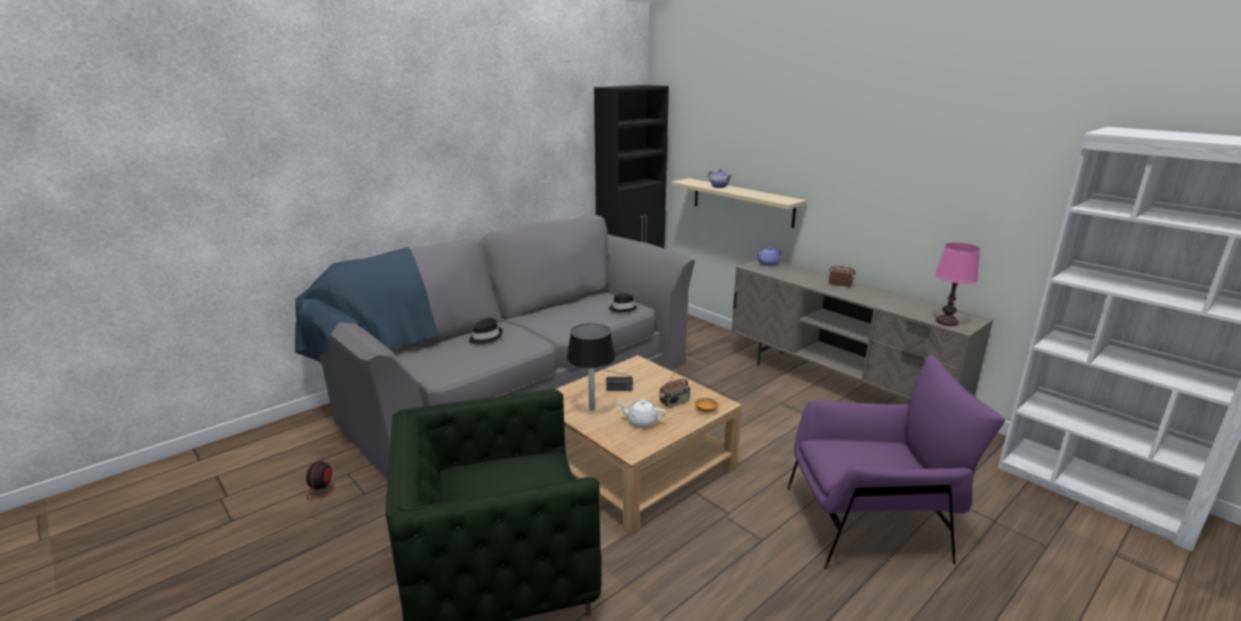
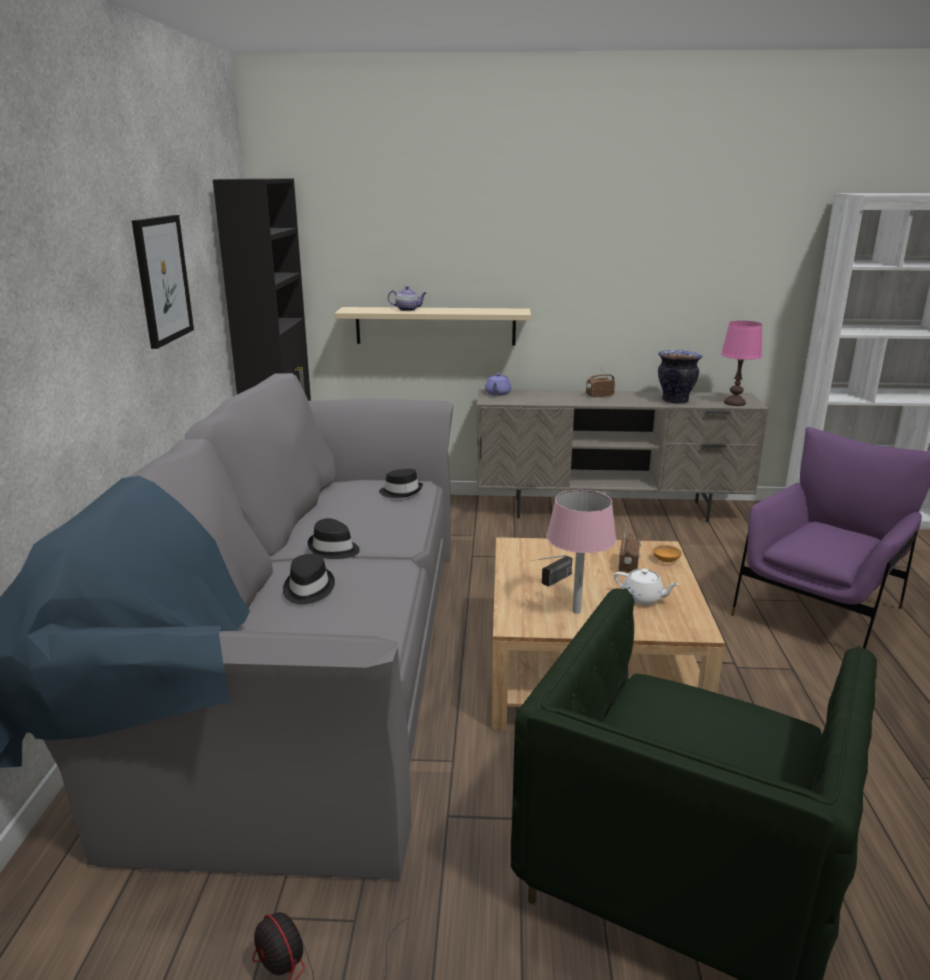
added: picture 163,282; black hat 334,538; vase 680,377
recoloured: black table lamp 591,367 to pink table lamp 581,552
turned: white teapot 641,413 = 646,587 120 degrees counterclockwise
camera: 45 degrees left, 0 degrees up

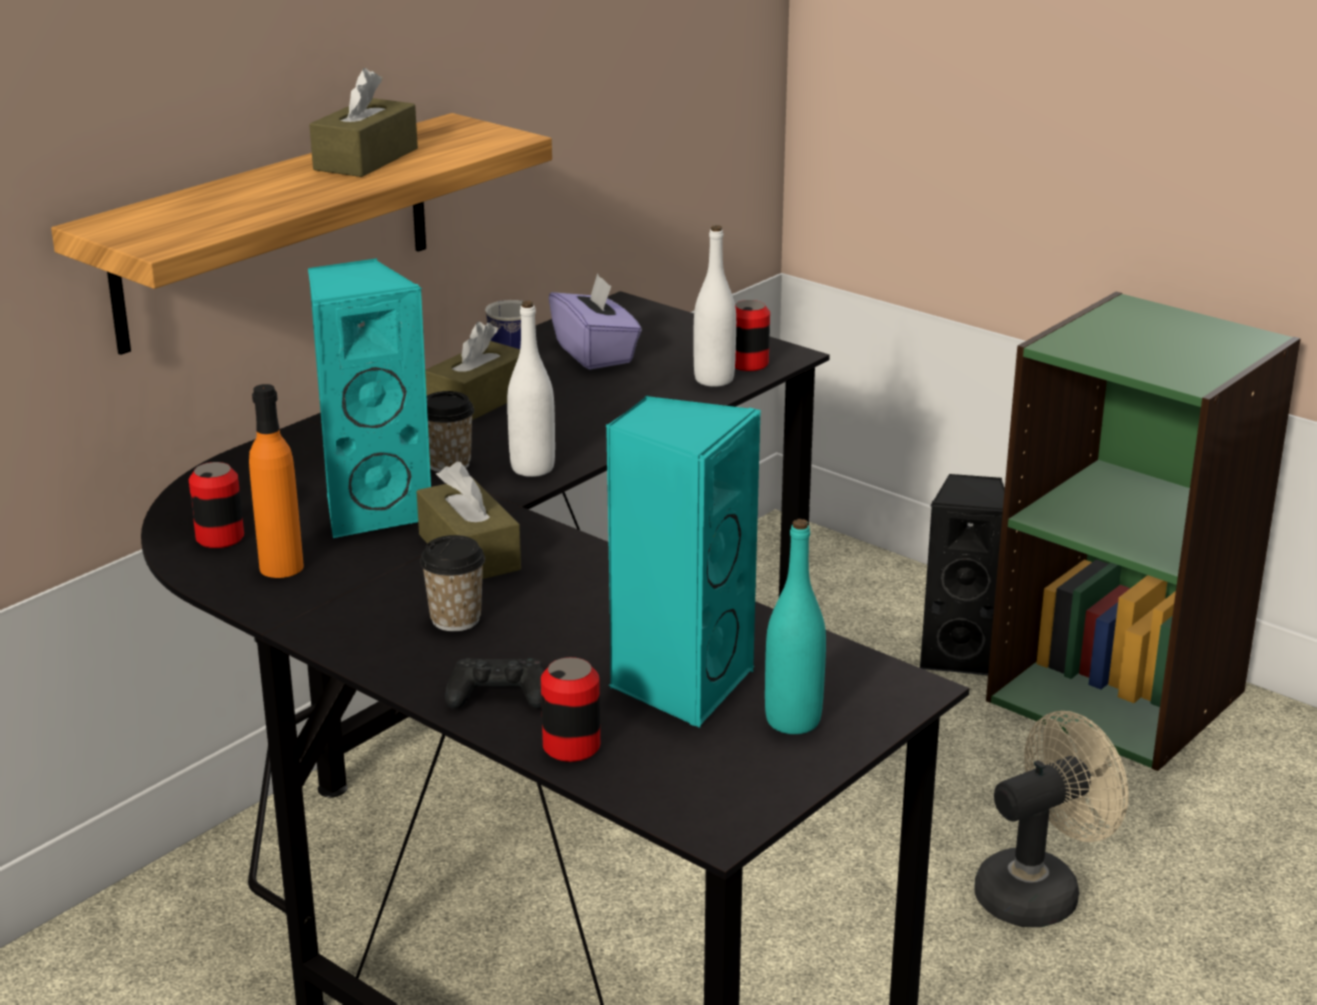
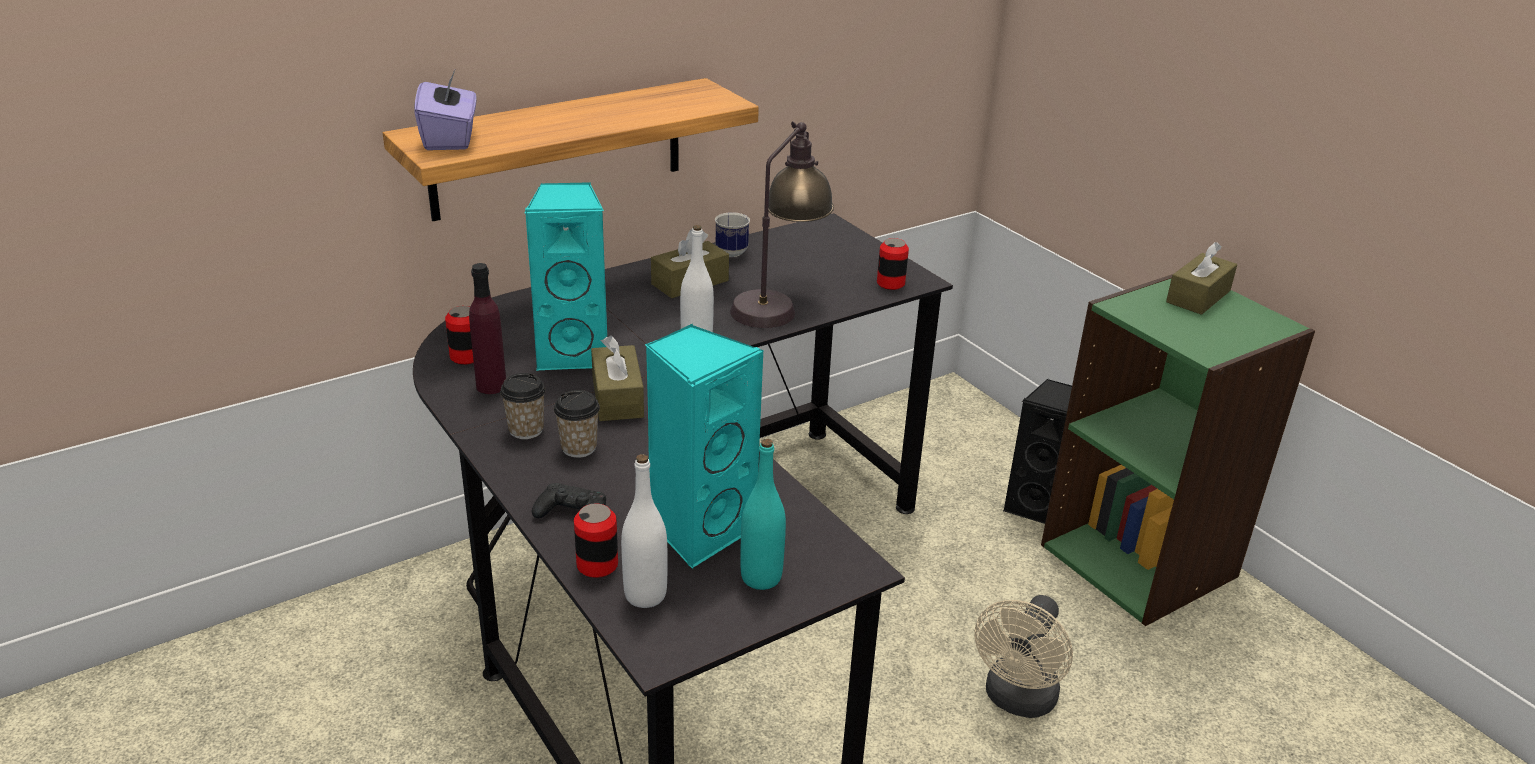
added: table lamp 782,224
moved: brown tissue box 363,122 to 1201,278; cup 450,431 to 523,406; purple tissue box 595,321 to 445,110; white bottle 715,306 to 644,531
recoloured: orange bottle 276,481 to purple bottle 487,328
turned: beige fan 1051,819 = 1023,656 135 degrees clockwise
camera: 15 degrees right, 5 degrees up

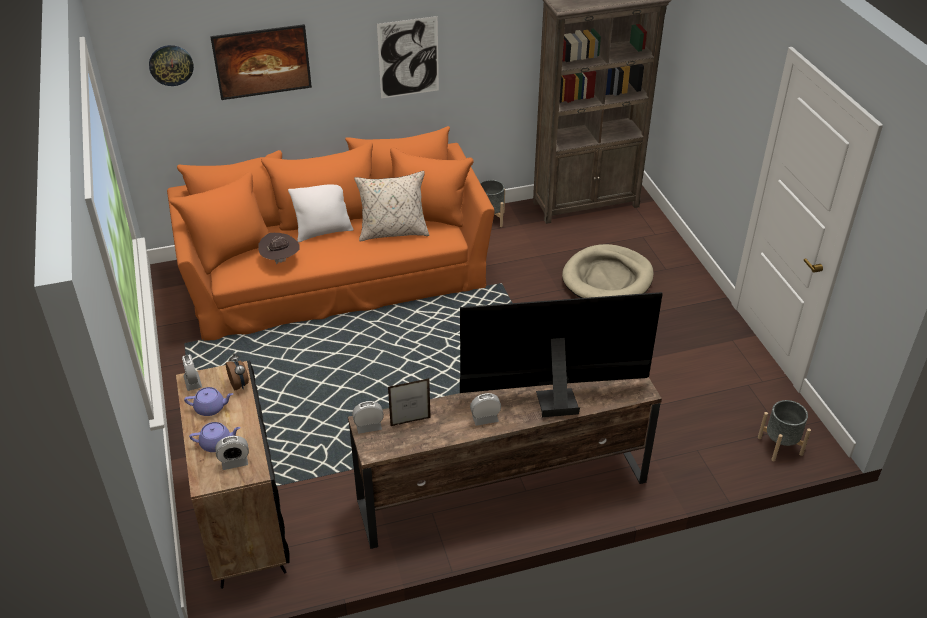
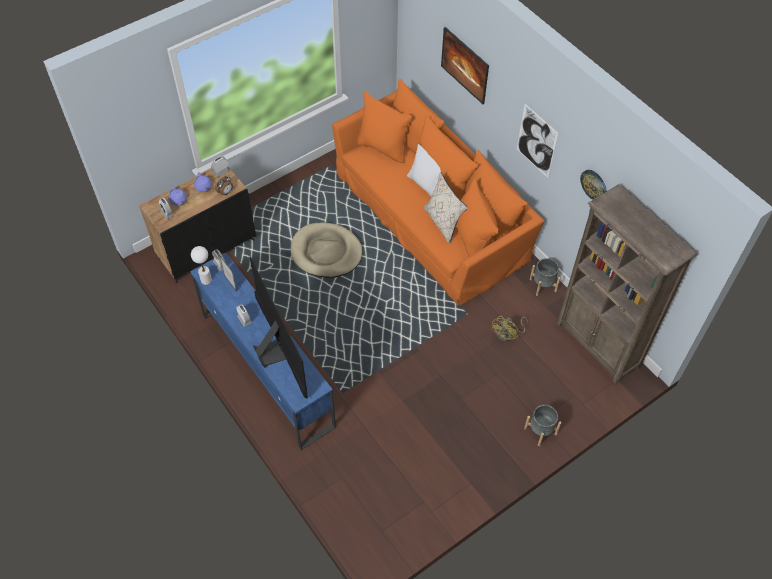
removed: brown hat 279,248
added: white table lamp 201,265; yellow fan 509,328
moved: wall clock 171,65 to 593,185; beige dog bed 608,271 to 326,250; grey planter 784,431 to 542,425
recoloured: brown tv stand 505,463 to blue tv stand 263,351
camera: 70 degrees right, 15 degrees up

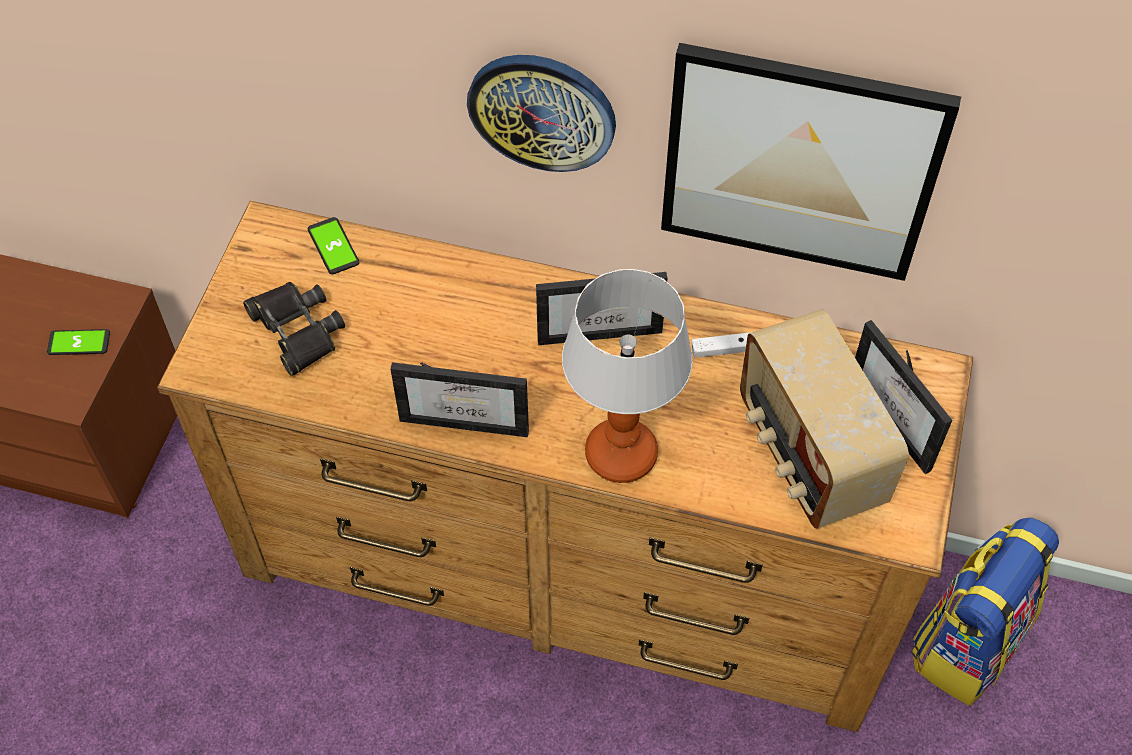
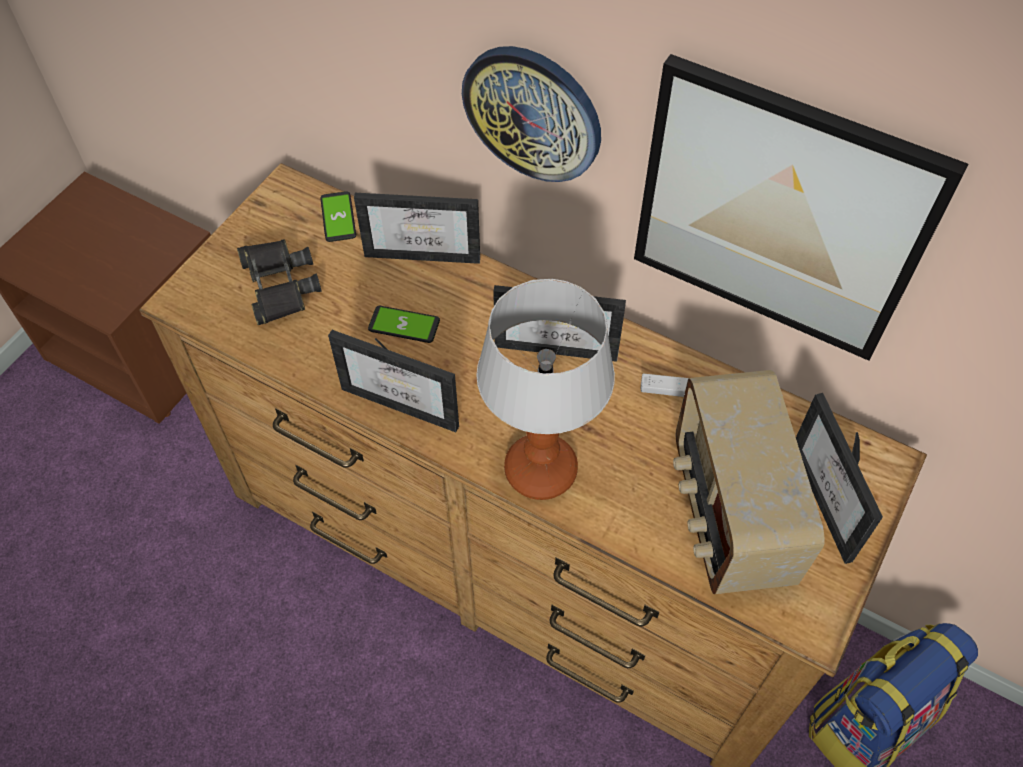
added: picture frame 417,228
moved: phone 78,342 to 404,324
camera: 15 degrees right, 0 degrees up

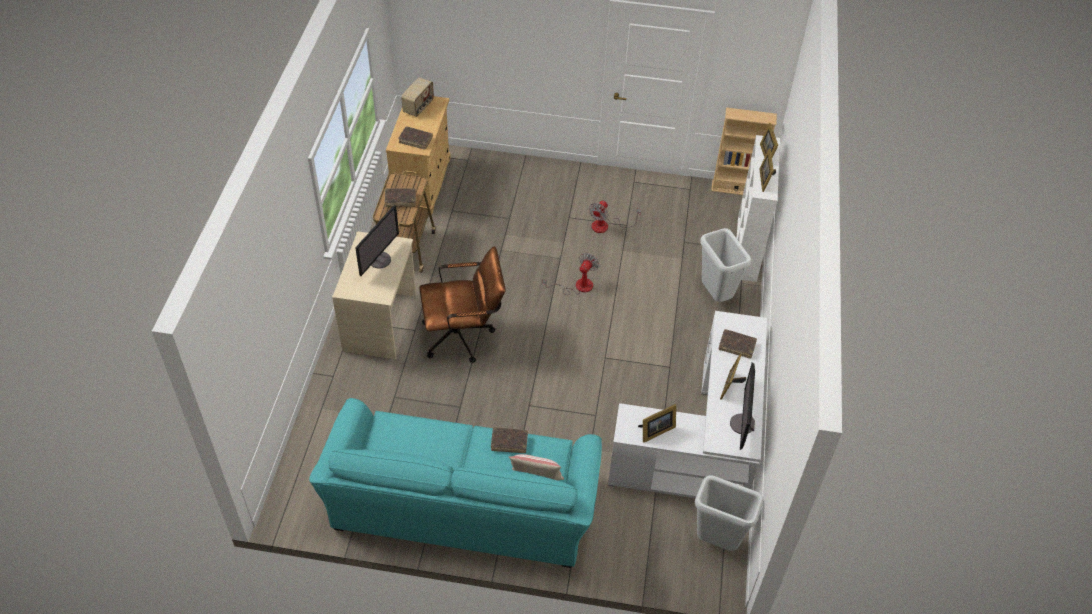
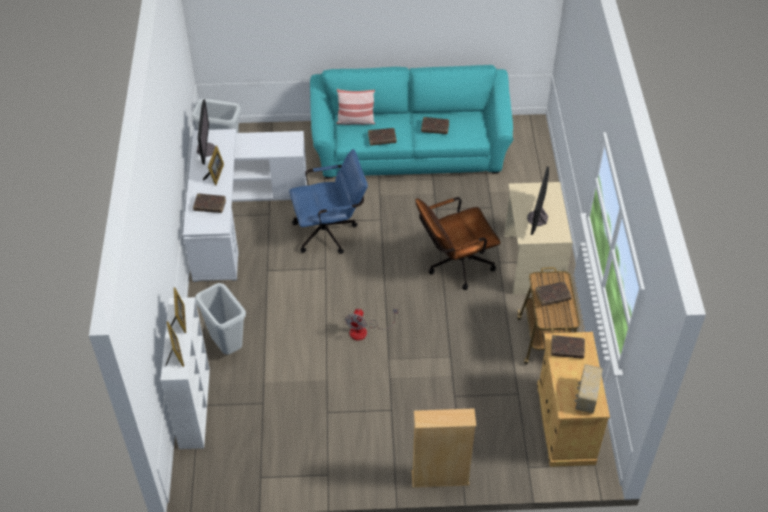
removed: fan 615,217; picture frame 657,423
added: blue office chair 328,201; brown book 435,125
moved: beige bookcase 744,151 to 444,448
camera: 170 degrees right, 0 degrees up

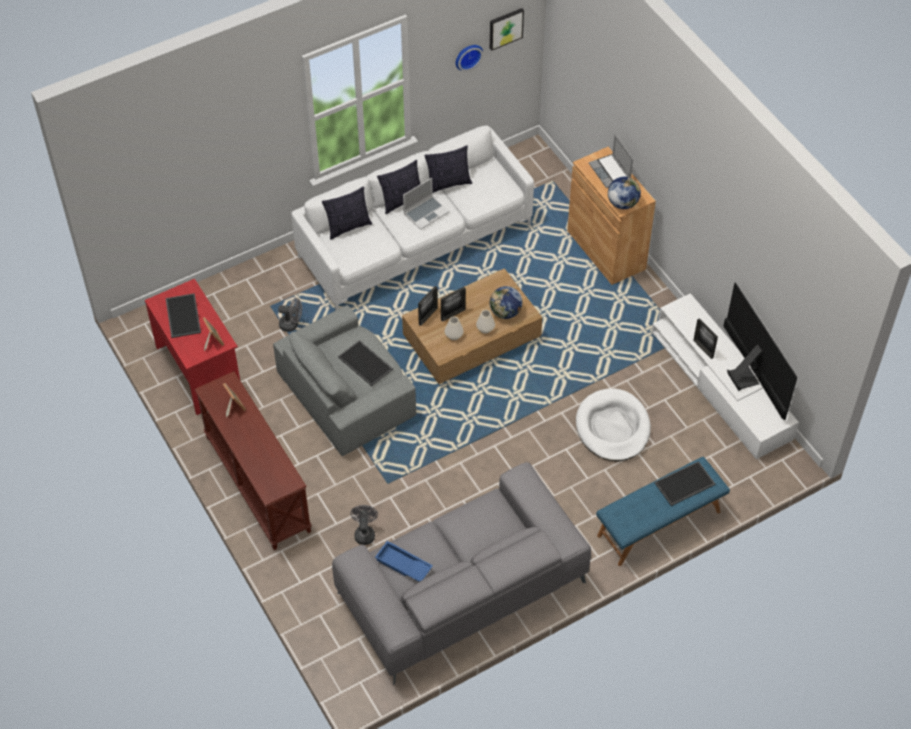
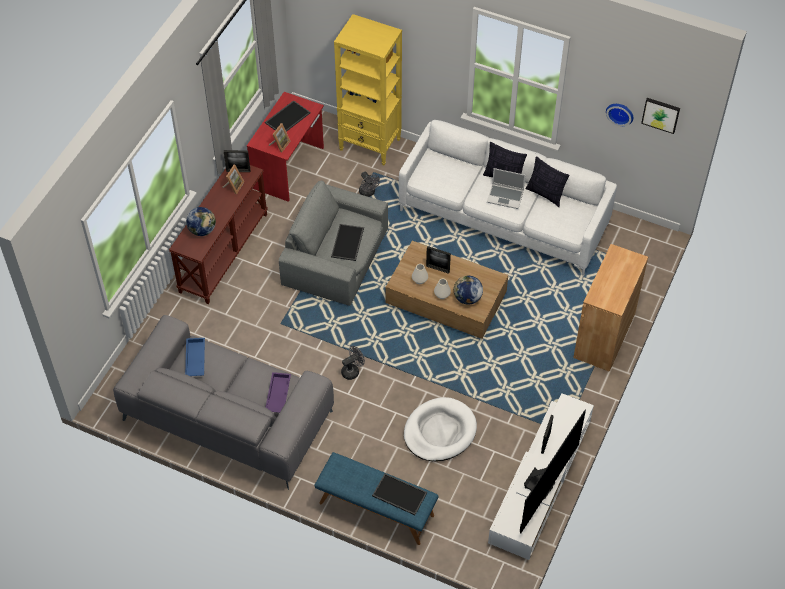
removed: pillow 347,213; laptop 611,161
added: purple tray 278,392; yellow bookcase 368,89
moved: grey fan 364,525 to 353,363; picture frame 428,306 to 237,161; globe 624,193 to 201,221
camera: 55 degrees right, 0 degrees up

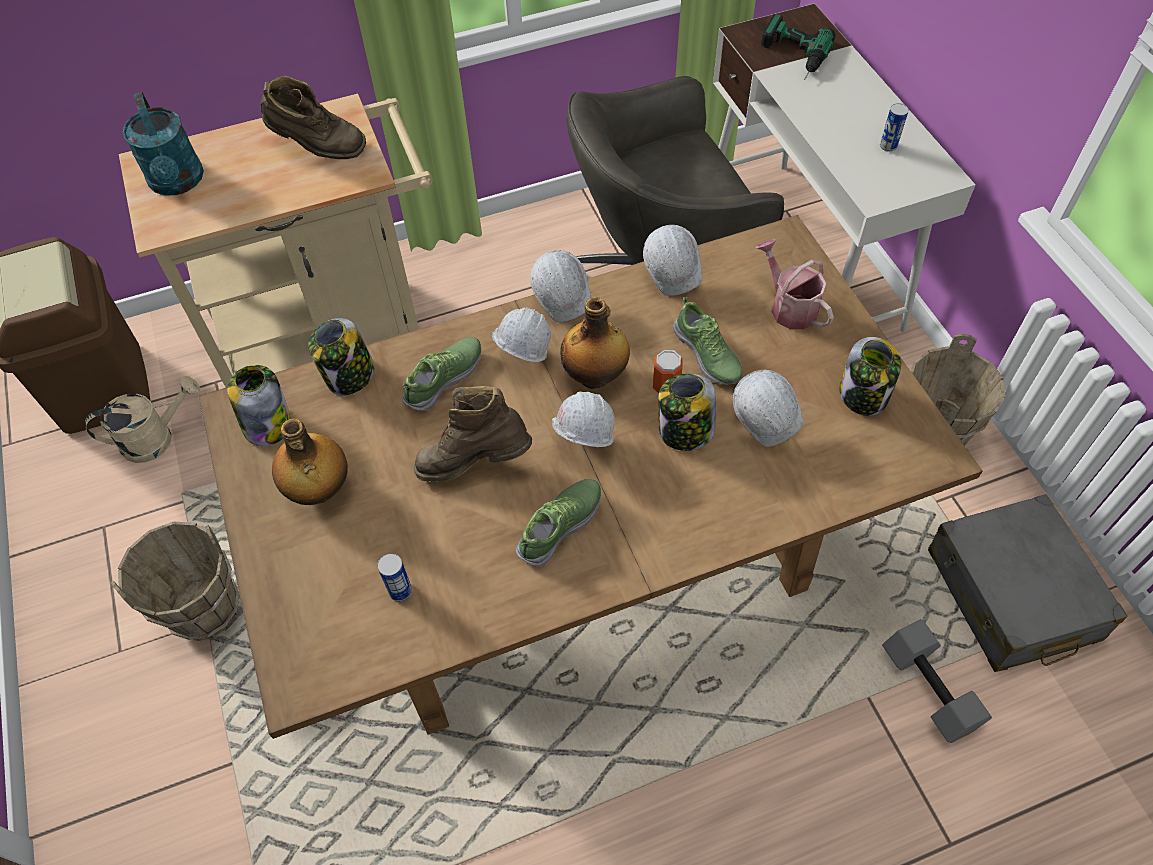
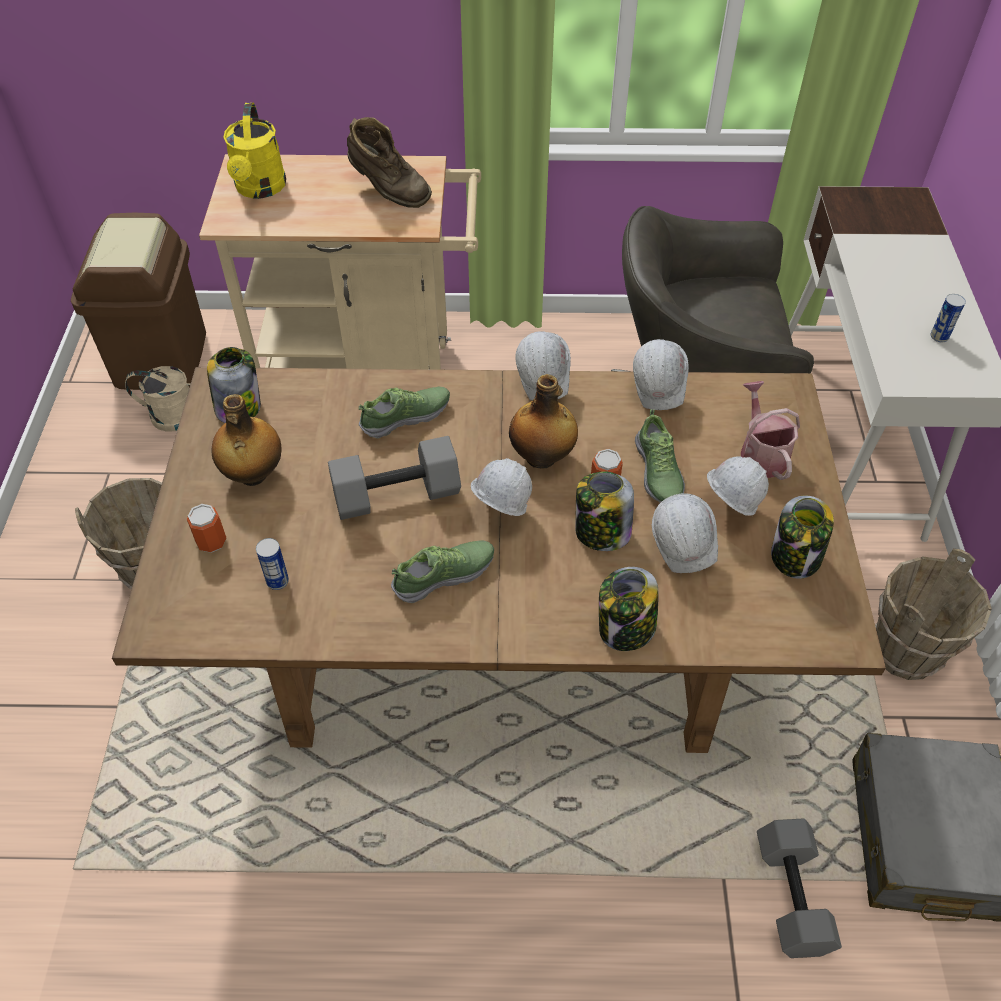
removed: power drill 798,47
added: can 207,528
moved: jar 341,356 to 629,609; white hard hat 521,334 to 738,486
replaced: brown boot 473,434 to grey dumbbell 394,478
recoloured: turquoise watering can 163,144 to yellow watering can 254,151
camera: 20 degrees right, 5 degrees down

